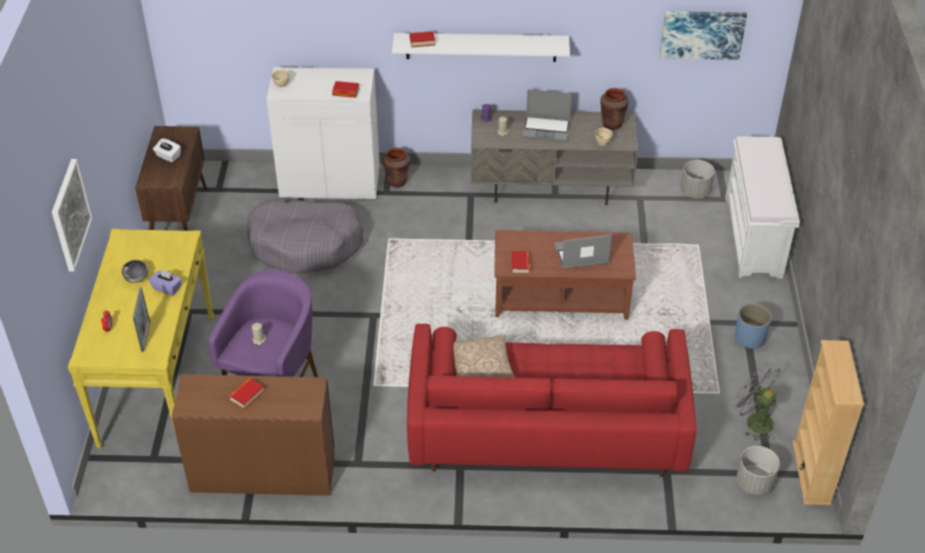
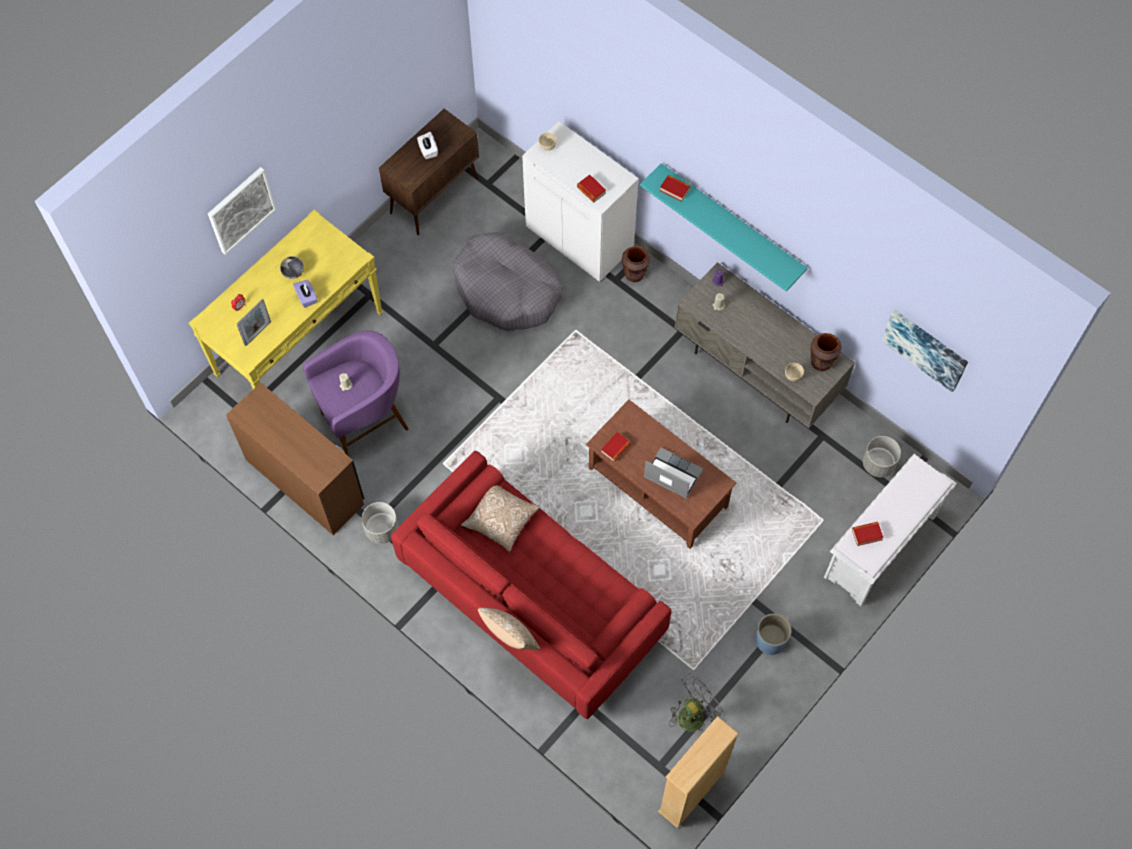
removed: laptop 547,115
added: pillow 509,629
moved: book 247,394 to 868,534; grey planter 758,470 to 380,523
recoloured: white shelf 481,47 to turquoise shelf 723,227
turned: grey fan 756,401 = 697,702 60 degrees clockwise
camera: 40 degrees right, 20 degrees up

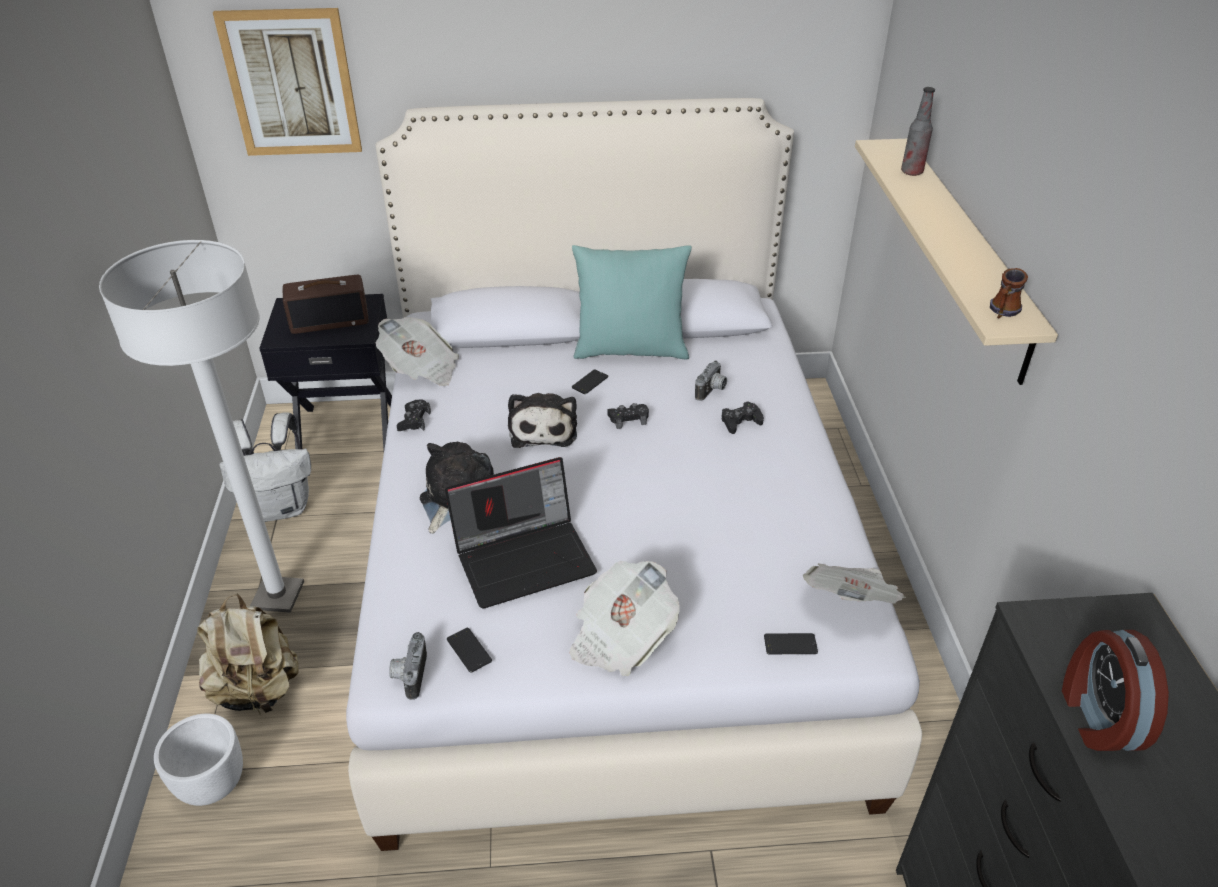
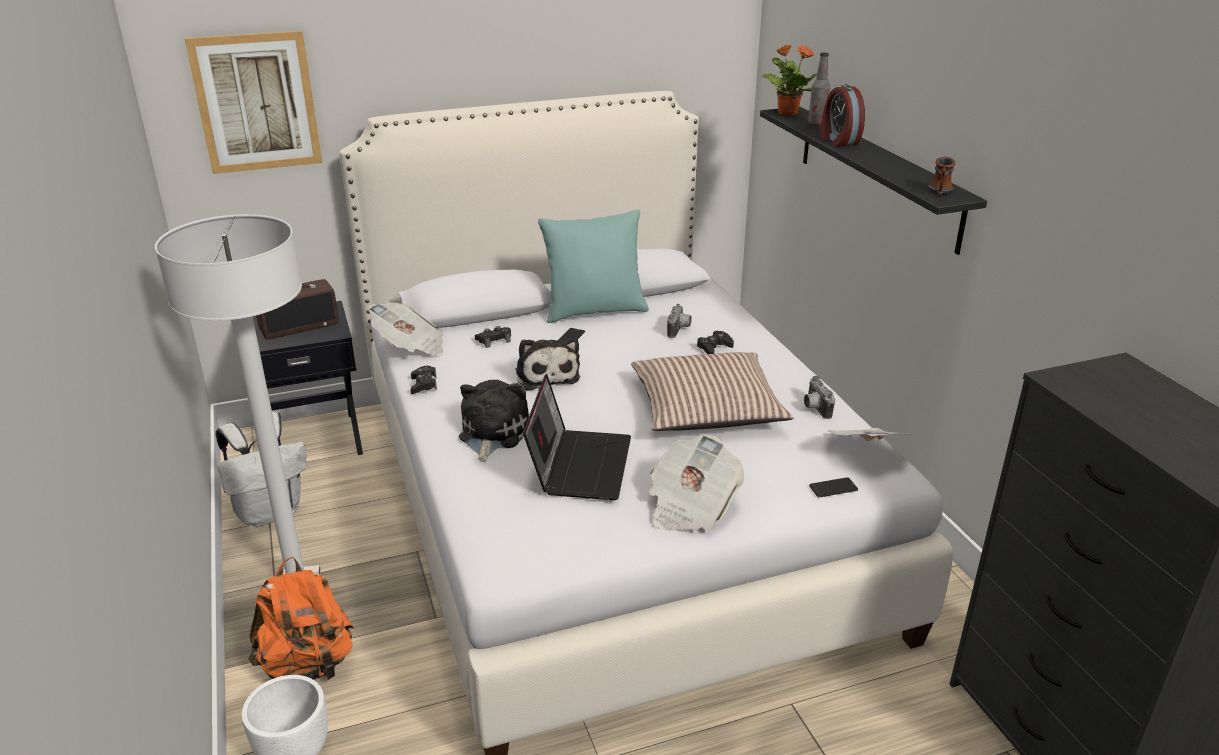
removed: phone 469,650
added: pillow 712,391; potted plant 789,79
moved: photo camera 408,666 to 819,397; black game controller 628,416 to 493,337; alarm clock 1115,690 to 842,115
recoloured: beige backpack 248,654 to orange backpack 301,620; beige shelf 956,262 to black shelf 873,180
turned: laptop 521,533 = 577,437 45 degrees counterclockwise
camera: 15 degrees left, 10 degrees down

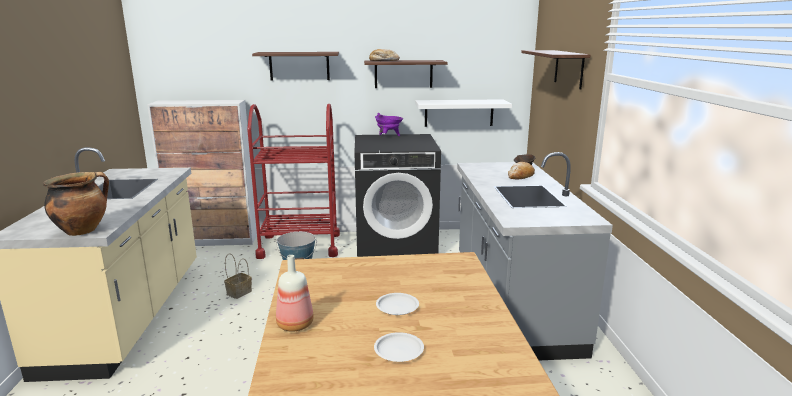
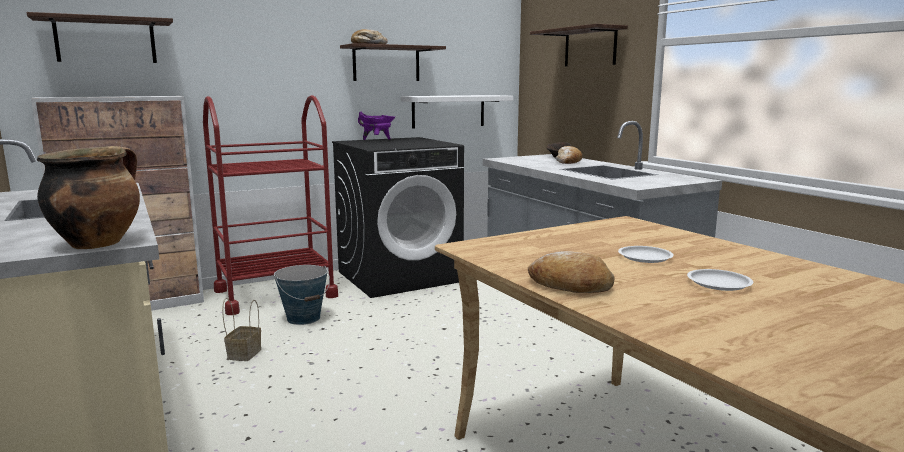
moved: shelf 295,66 to 99,37
replaced: bottle 295,293 to bread 571,272
camera: 25 degrees left, 5 degrees down

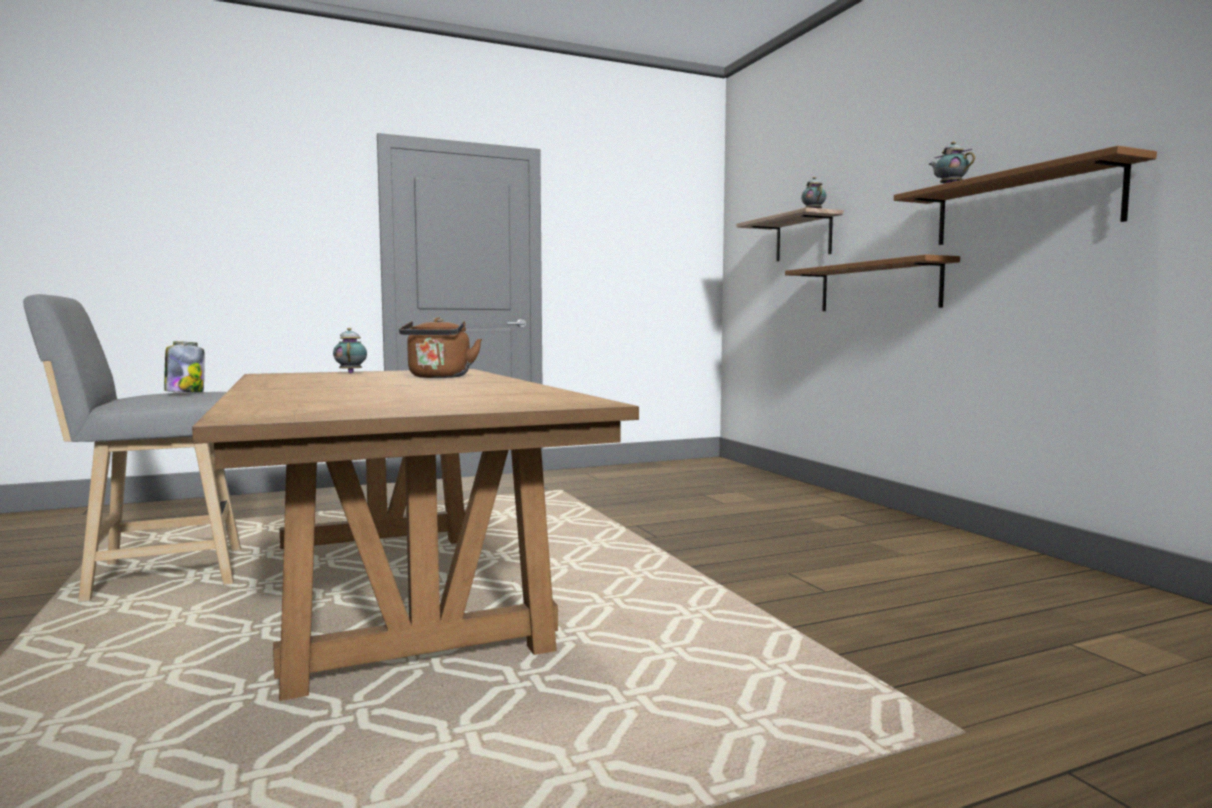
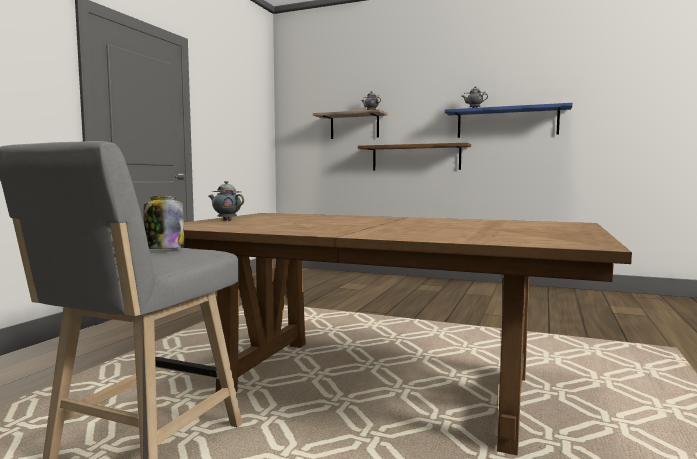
removed: brown kettle 440,347
recoloured: brown shelf 1025,195 to blue shelf 509,120
camera: 45 degrees left, 0 degrees up

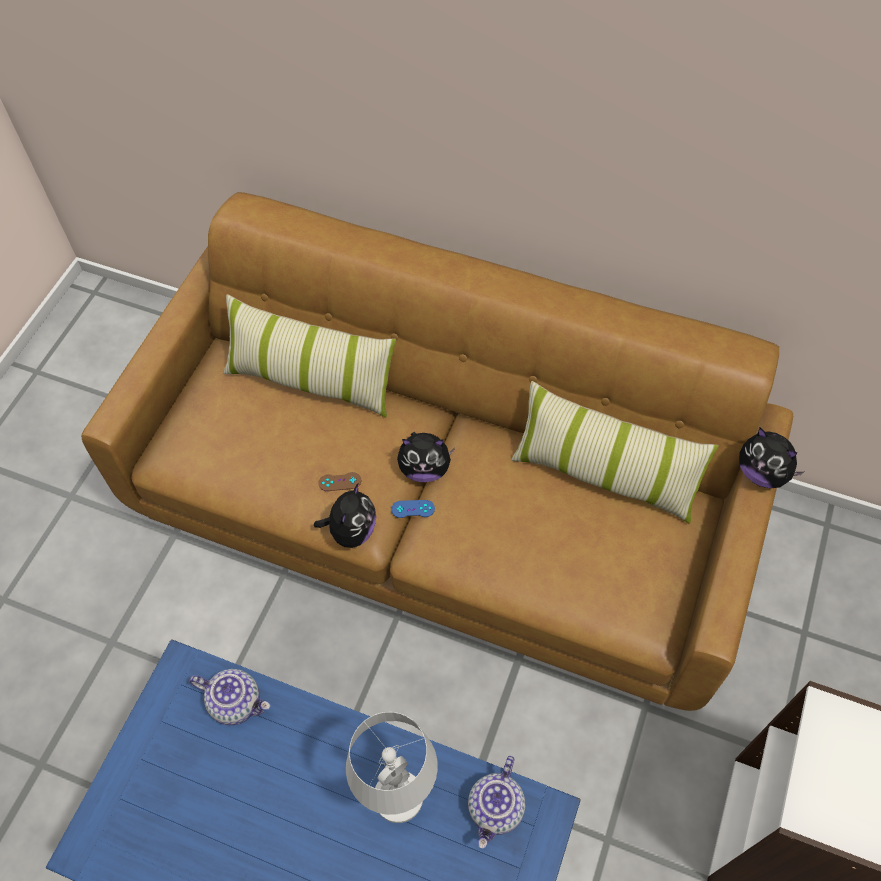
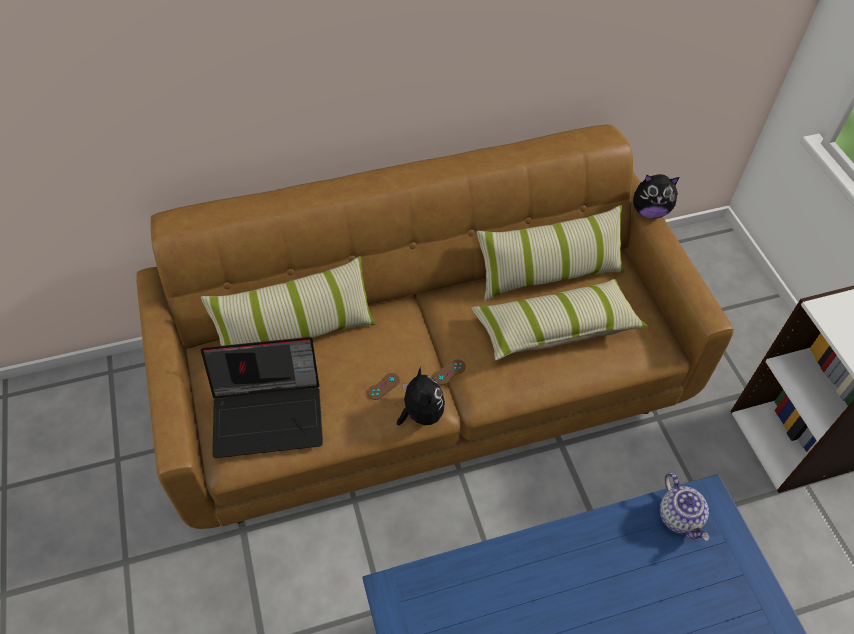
removed: teapot 229,697; white table lamp 392,767; plush toy 426,457
added: laptop 262,397; pillow 560,319
recoloured: blue game controller 413,509 to brown game controller 450,372
camera: 40 degrees left, 5 degrees down

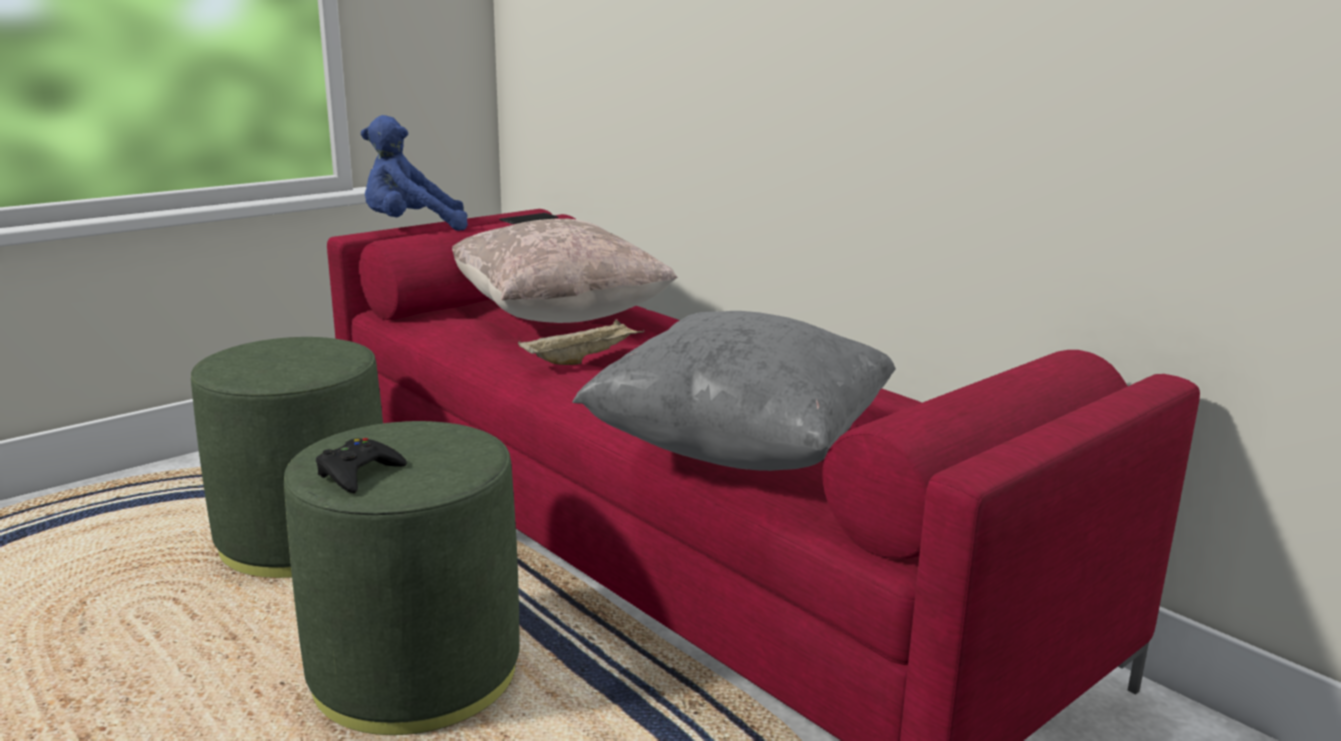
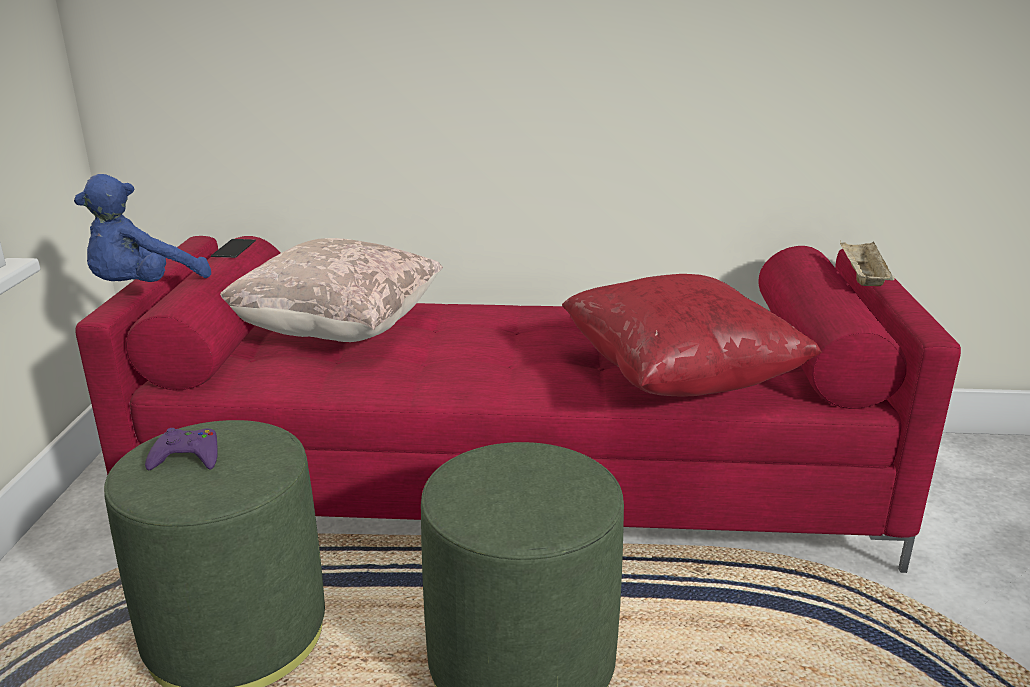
removed: black game controller 361,465
added: purple game controller 181,449
moved: beige tray 581,342 to 867,263
recoloured: grey pillow 734,391 to red pillow 692,335
camera: 45 degrees left, 5 degrees up

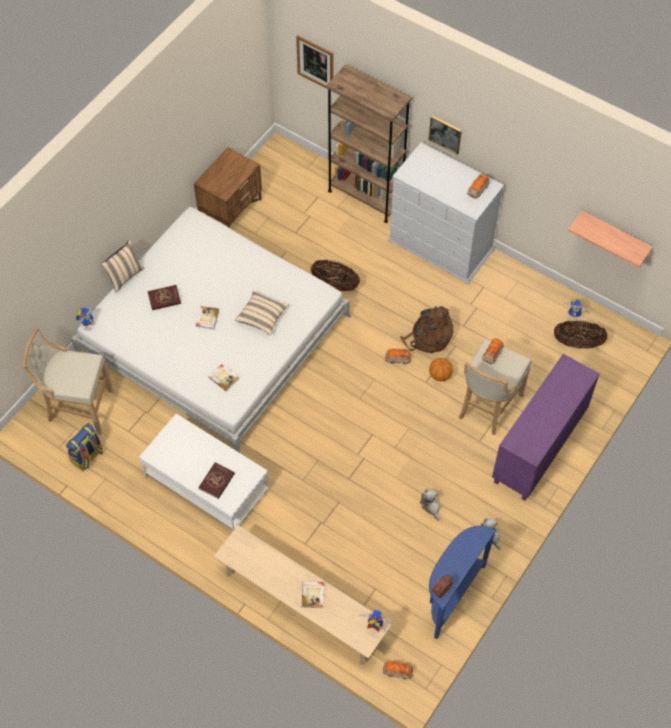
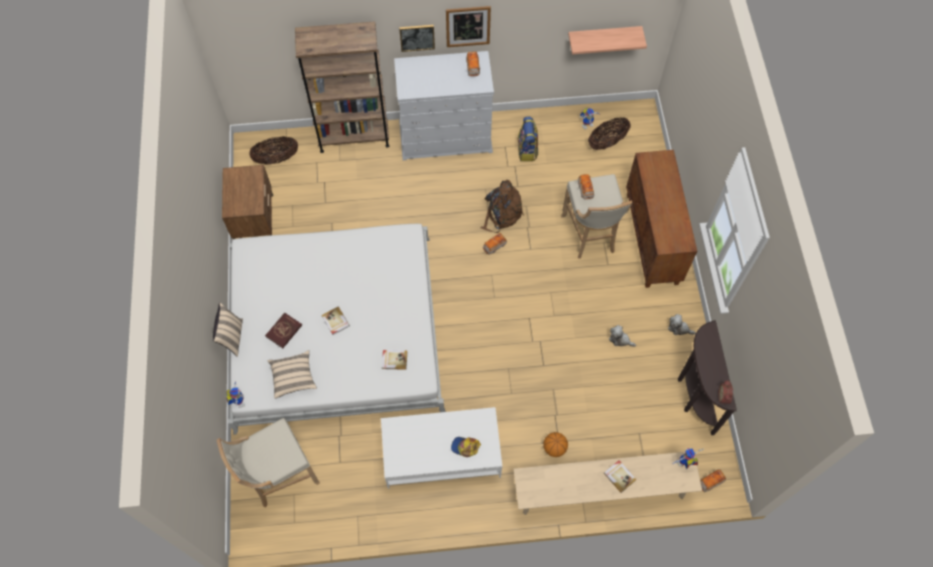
moved: backpack 84,447 to 528,139; beige pillow 262,313 to 292,374; picture 314,62 to 468,26; basket 335,275 to 273,150; basketball 441,369 to 555,444
replaced: red book 216,480 to cap 466,447
recoloured: blue console table 462,582 to brown console table 707,377; purple cabinet 545,427 to brown cabinet 661,219
camera: 40 degrees left, 5 degrees up

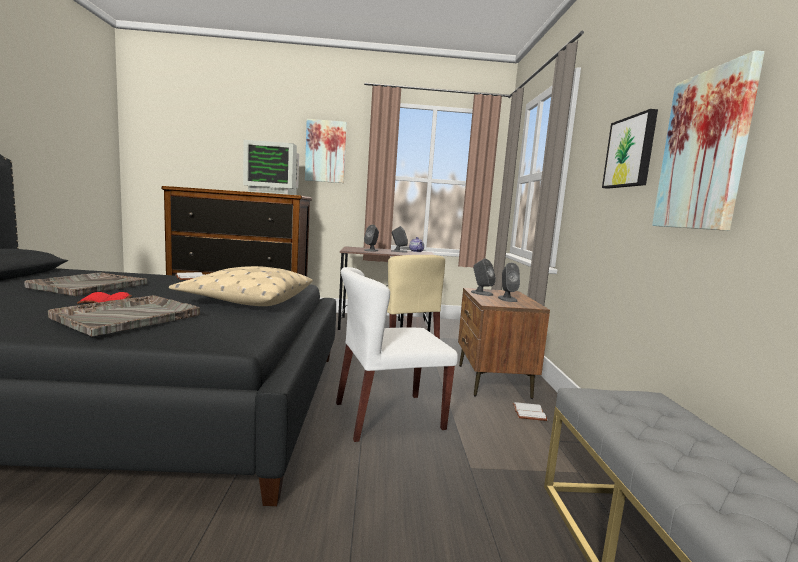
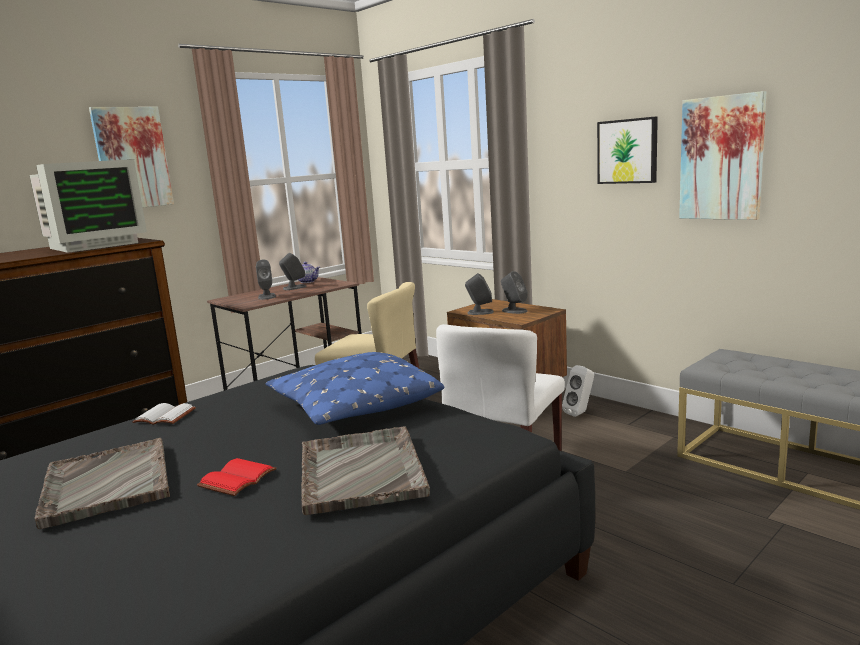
replaced: white book 530,411 to white speaker 578,391
recoloured: beige pillow 241,286 to blue pillow 354,388
camera: 40 degrees left, 5 degrees up

